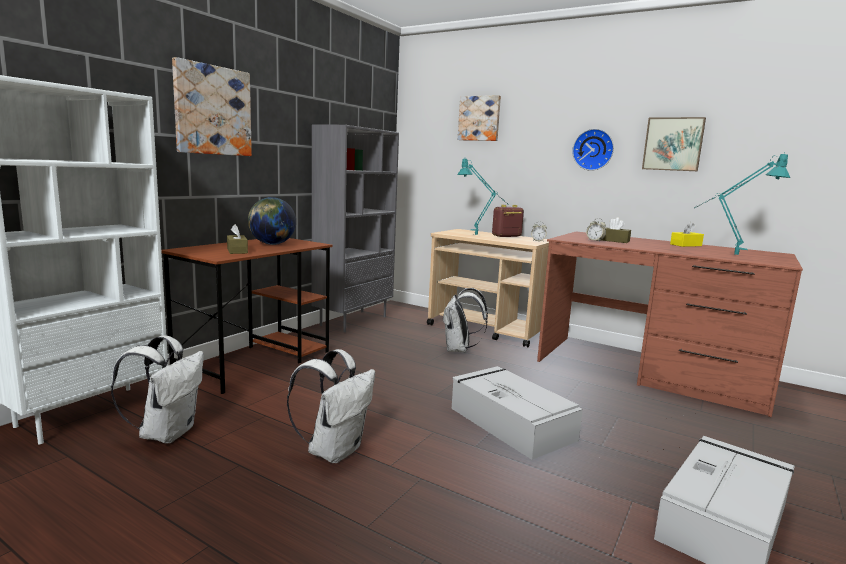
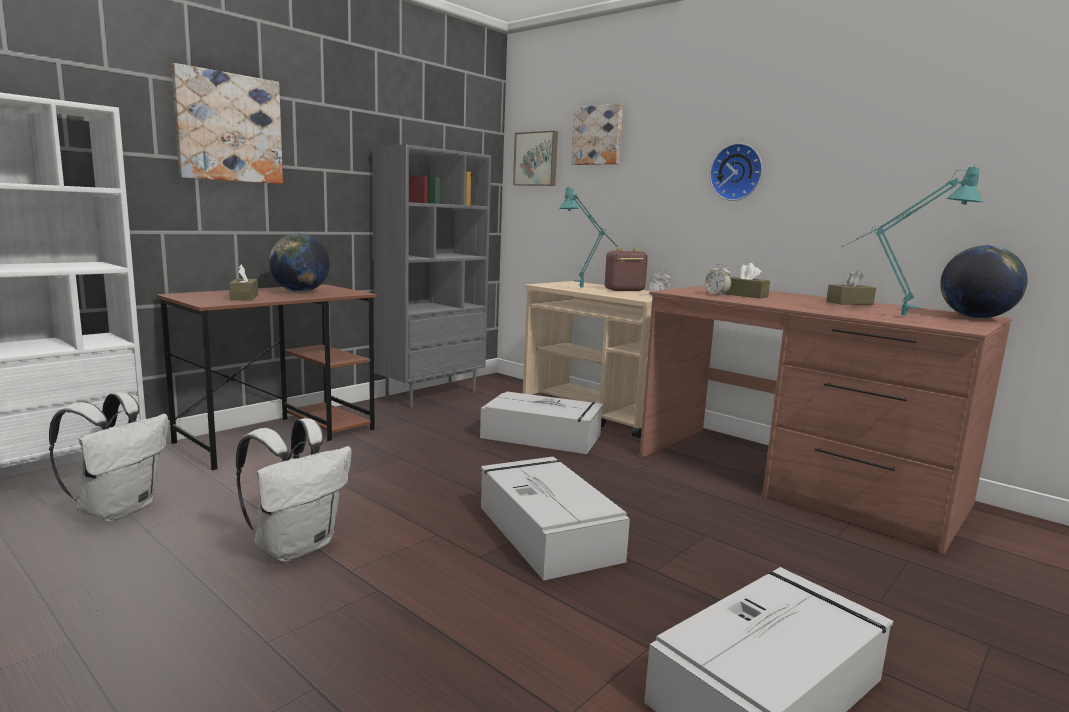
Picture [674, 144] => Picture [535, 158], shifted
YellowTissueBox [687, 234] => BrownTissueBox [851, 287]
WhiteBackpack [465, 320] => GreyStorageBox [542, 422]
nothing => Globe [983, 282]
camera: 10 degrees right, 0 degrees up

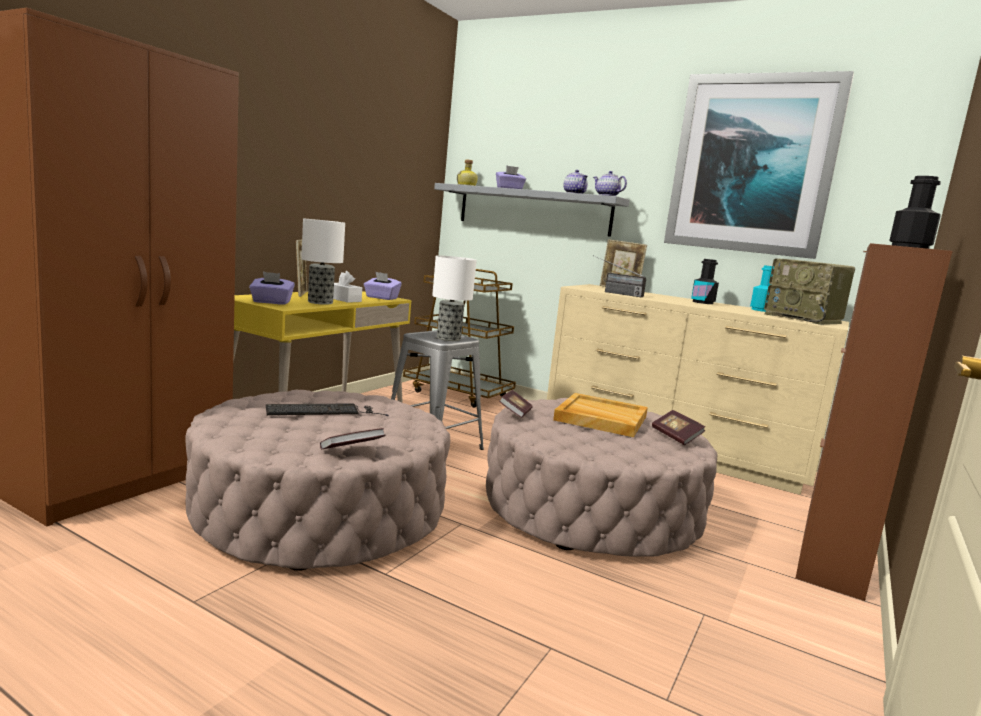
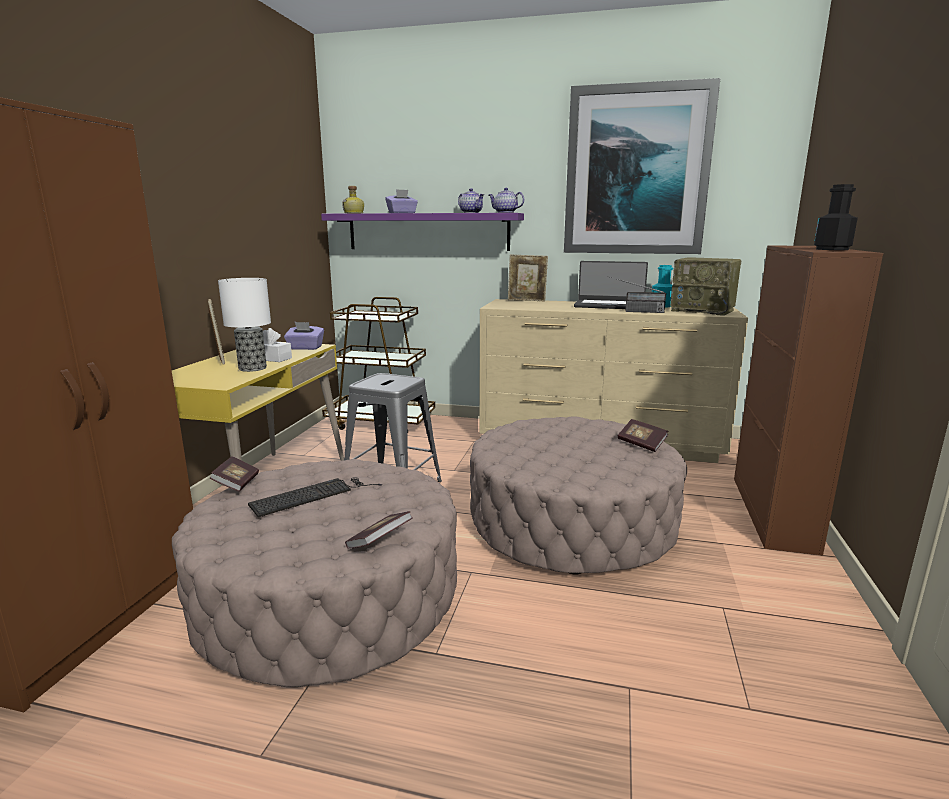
GreyShelf [532, 210] => PurpleShelf [422, 232]
TableLamp [454, 298] => nothing
Radio [620, 276] => Radio [636, 294], shifted
BlackBottle [705, 281] => Laptop [611, 285]
PurpleTissueBox [272, 288] => nothing
Book [516, 404] => Book [234, 473], shifted
BeigeTray [600, 415] => nothing
camera: 15 degrees left, 5 degrees up

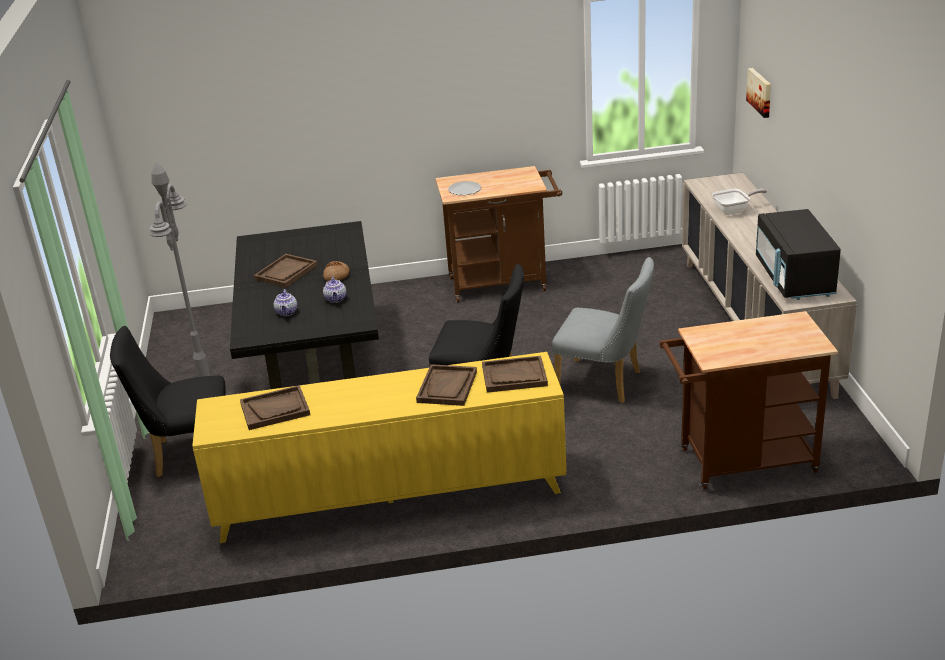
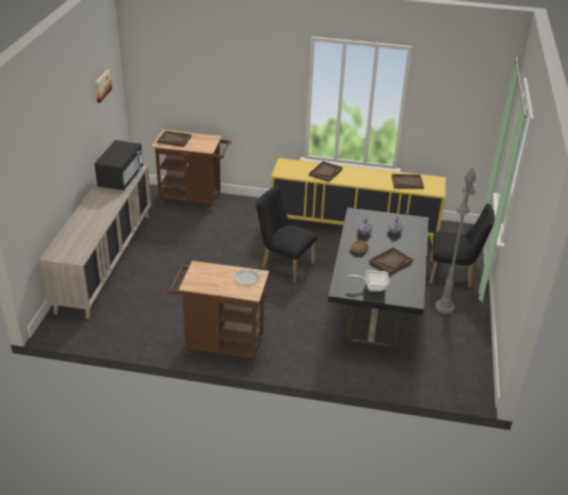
Picture [758, 93] => Picture [103, 86], shifted
FryingPan [739, 202] => FryingPan [368, 280], shifted
GreyChair [602, 330] => nothing
BrownTray [515, 374] => BrownTray [174, 139], shifted
camera: 165 degrees left, 5 degrees up

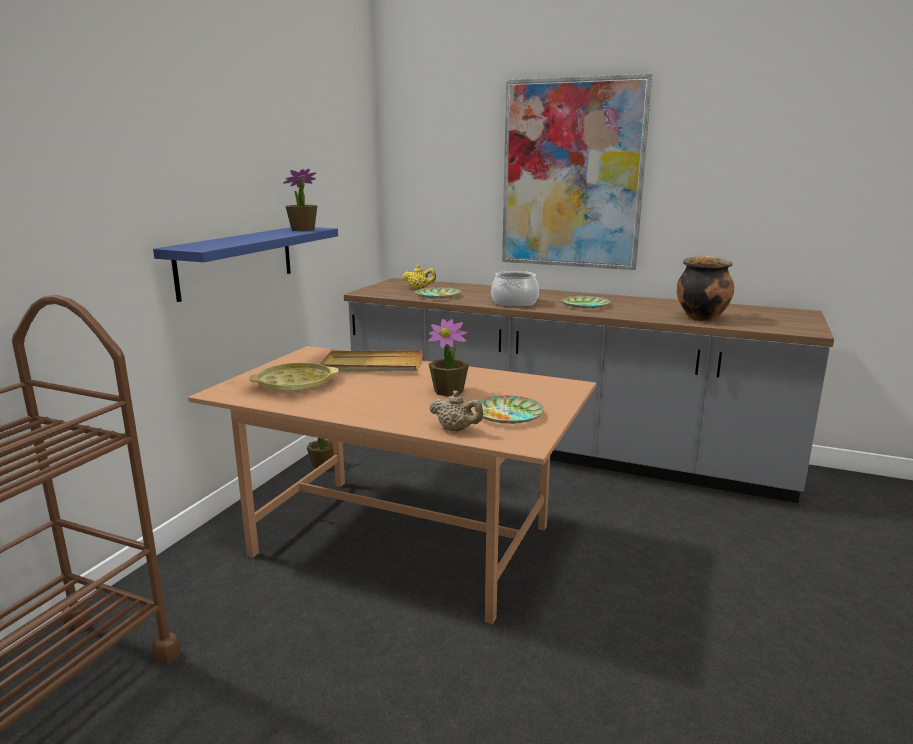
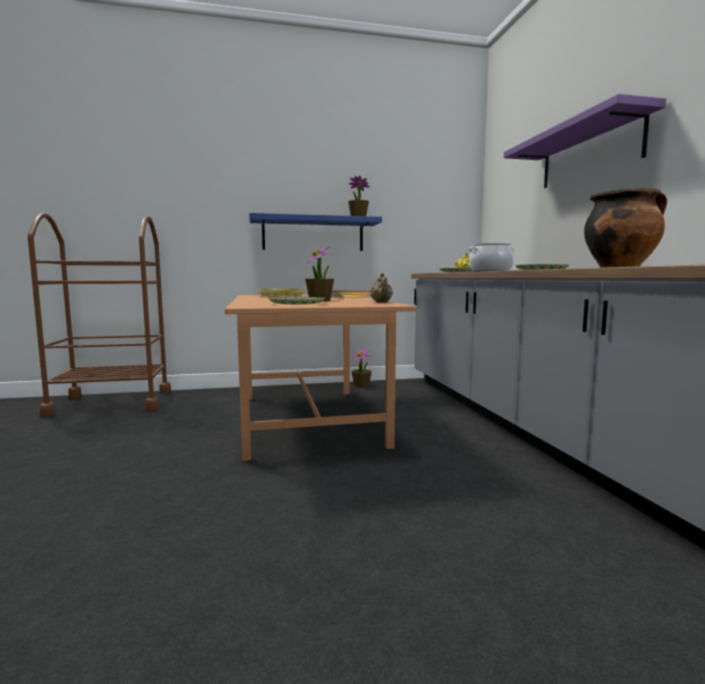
Picture [577, 172] => PurpleShelf [585, 141]
BeigeTeapot [456, 411] => BeigeTeapot [381, 288], shifted
camera: 55 degrees right, 10 degrees down

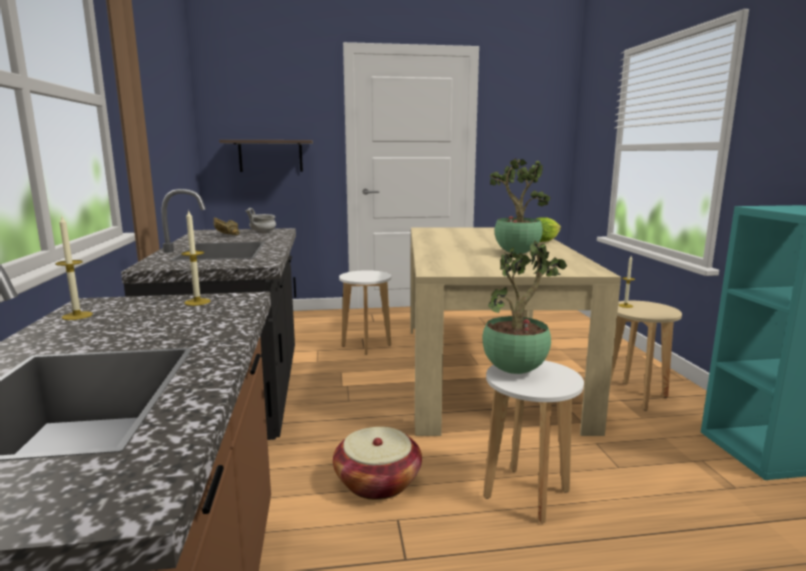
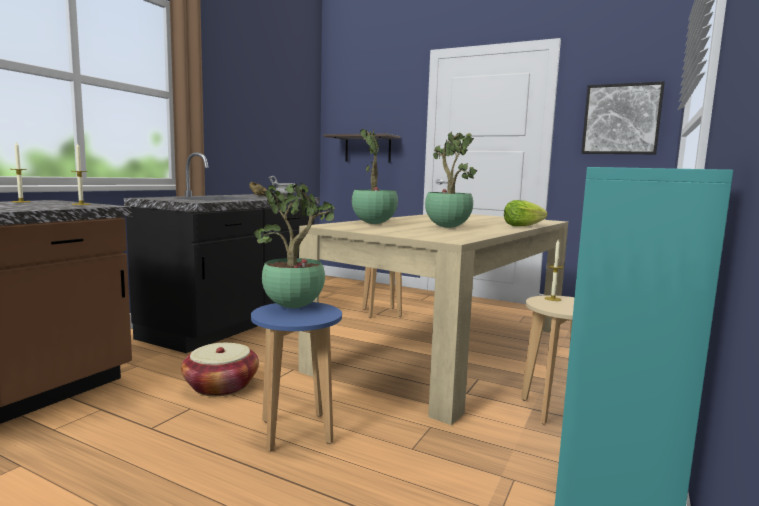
WhiteStool [533, 442] => BlueStool [296, 377]
nothing => Picture [623, 117]
nothing => PottedPlant [375, 176]
camera: 35 degrees right, 5 degrees down

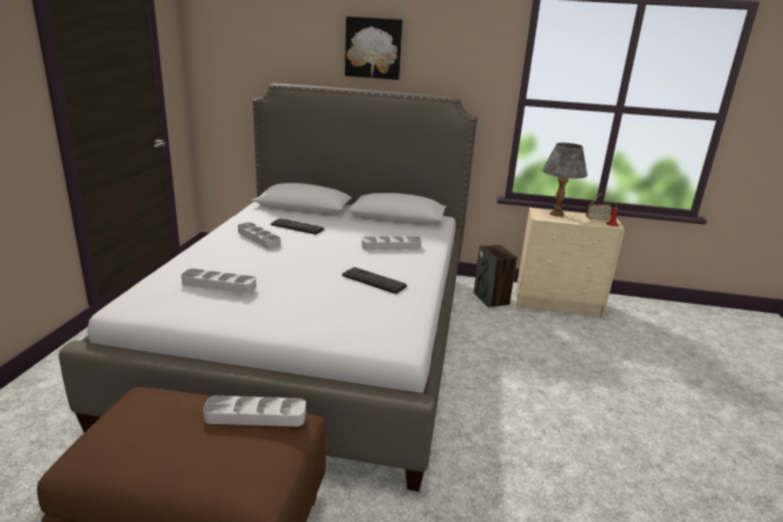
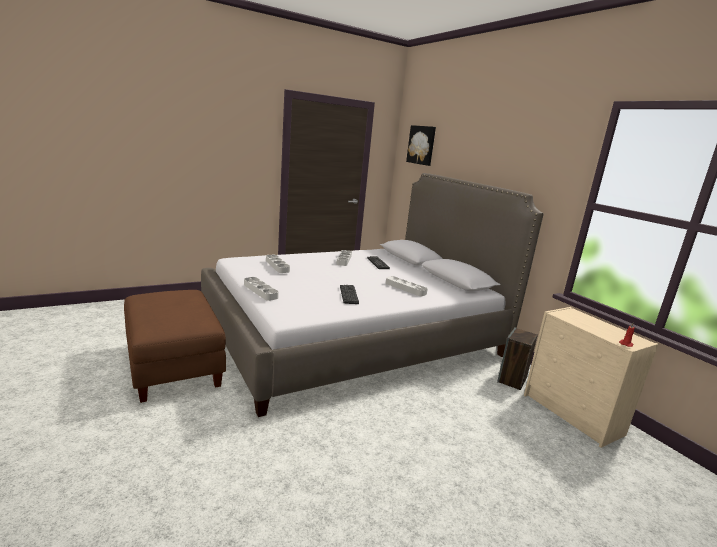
Picture [374, 48] => Picture [421, 145], shifted
GreyTableLamp [565, 180] => nothing
Radio [599, 206] => nothing
GreyTray [254, 411] => GreyTray [261, 289], shifted
camera: 50 degrees right, 5 degrees down

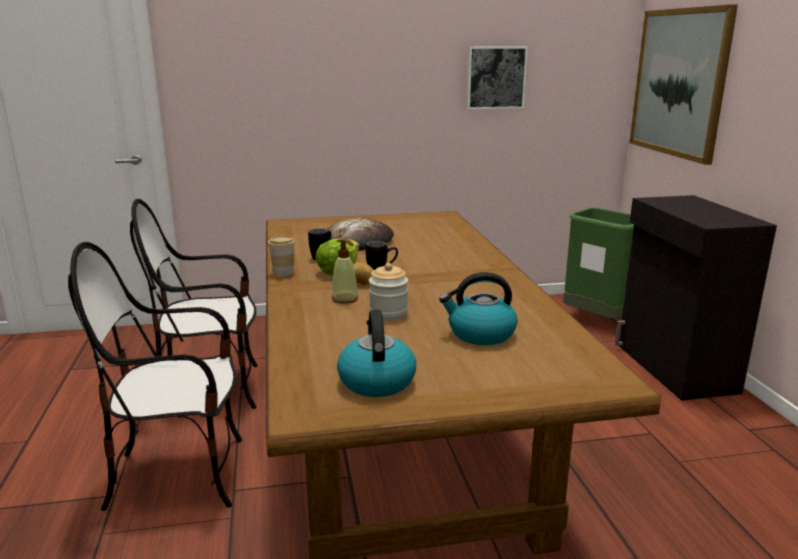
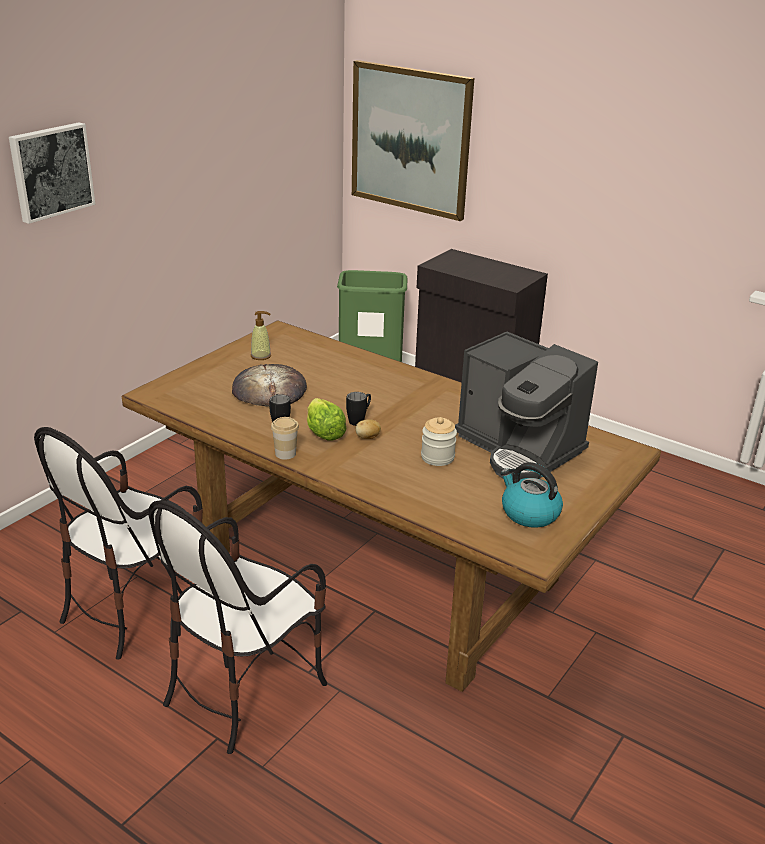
Picture [497, 77] => Picture [52, 173], shifted
SoapDispenser [345, 271] => SoapDispenser [261, 335], shifted
Kettle [478, 308] => CoffeeMachine [526, 405]
camera: 45 degrees left, 10 degrees up

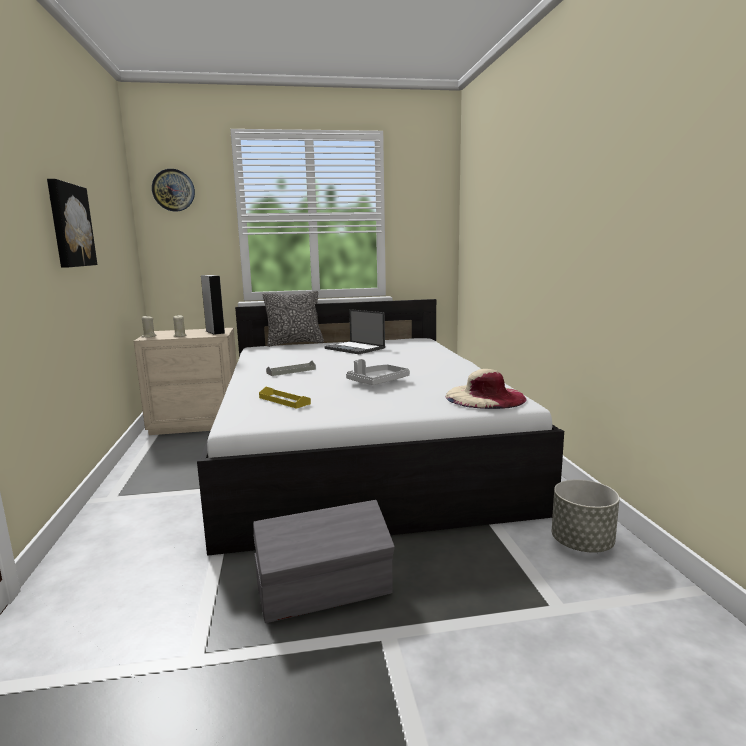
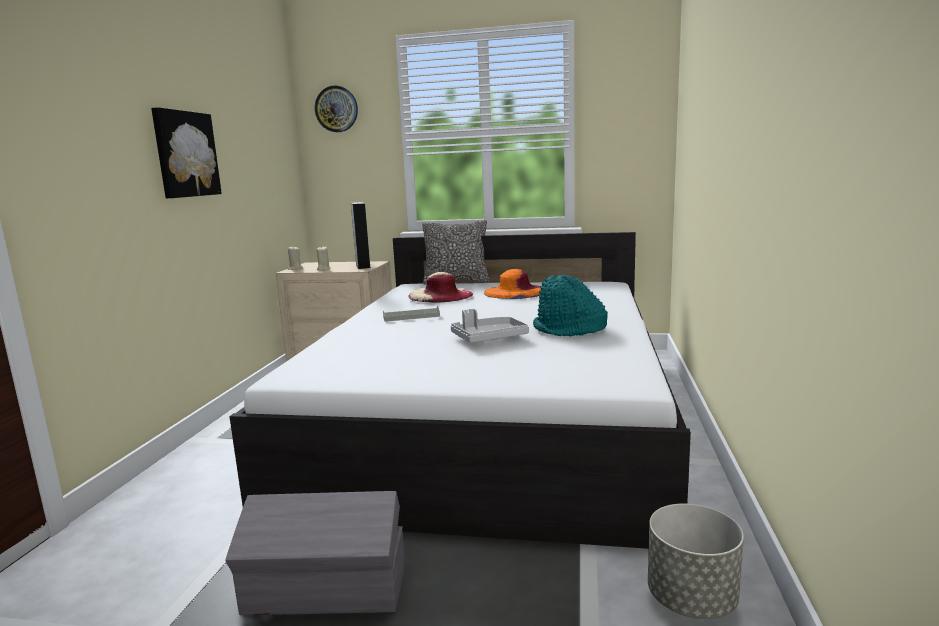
Laptop [354, 331] => OrangeHat [512, 284]
BeigeHat [486, 389] => BeigeHat [440, 287], shifted
YellowTray [285, 398] => nothing
nothing => TurquoiseHat [570, 305]
camera: 20 degrees right, 0 degrees up

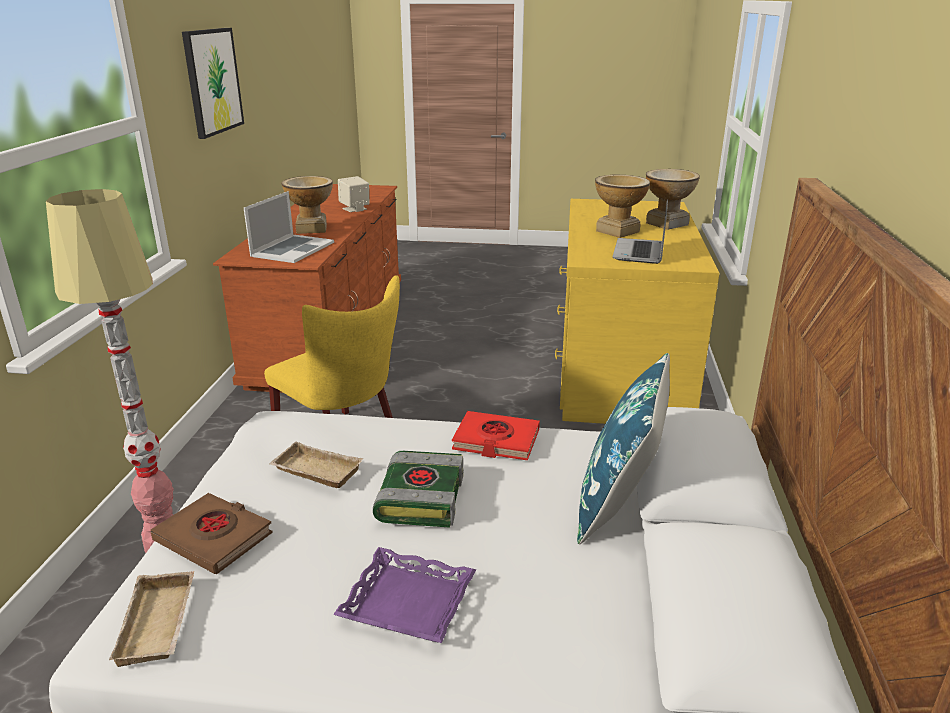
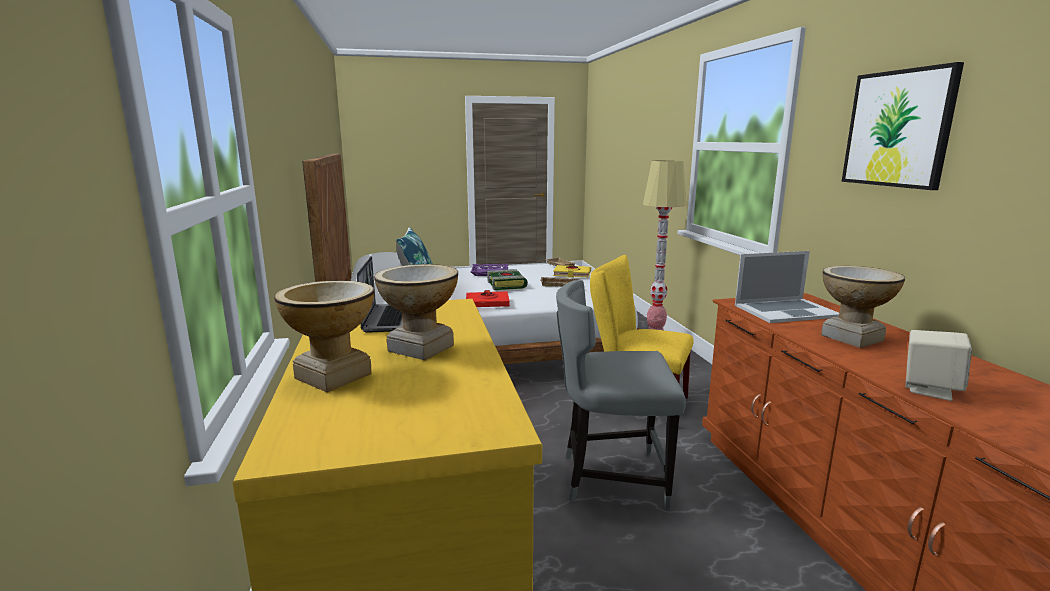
Laptop [289, 227] => Laptop [787, 287], 105 degrees counterclockwise
BrownBook [212, 533] => YellowBook [572, 271]
nothing => GreyChair [621, 395]
camera: 160 degrees right, 10 degrees down

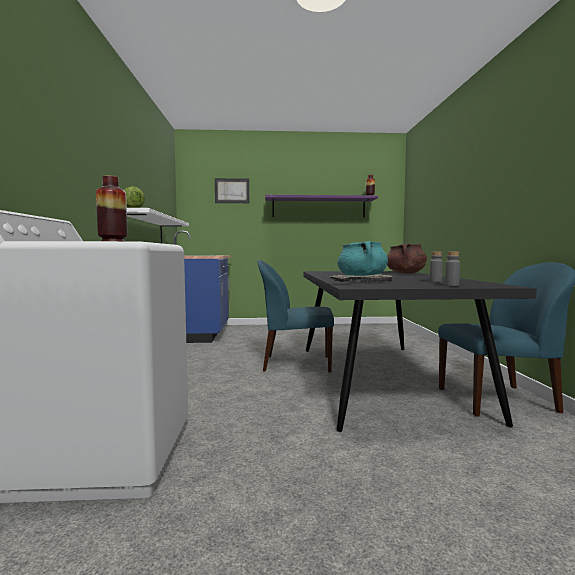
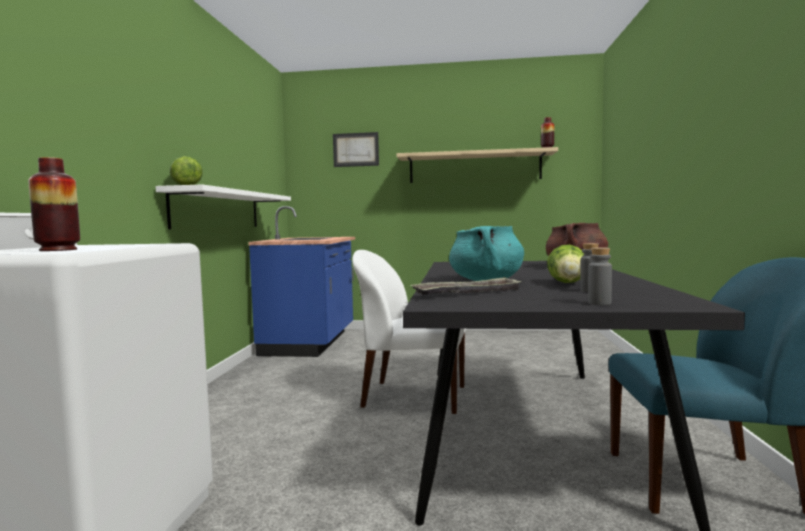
PurpleShelf [321, 206] => BeigeShelf [477, 165]
BlueChair [295, 316] => WhiteChair [409, 332]
nothing => Lettuce [565, 264]
camera: 10 degrees right, 0 degrees up

